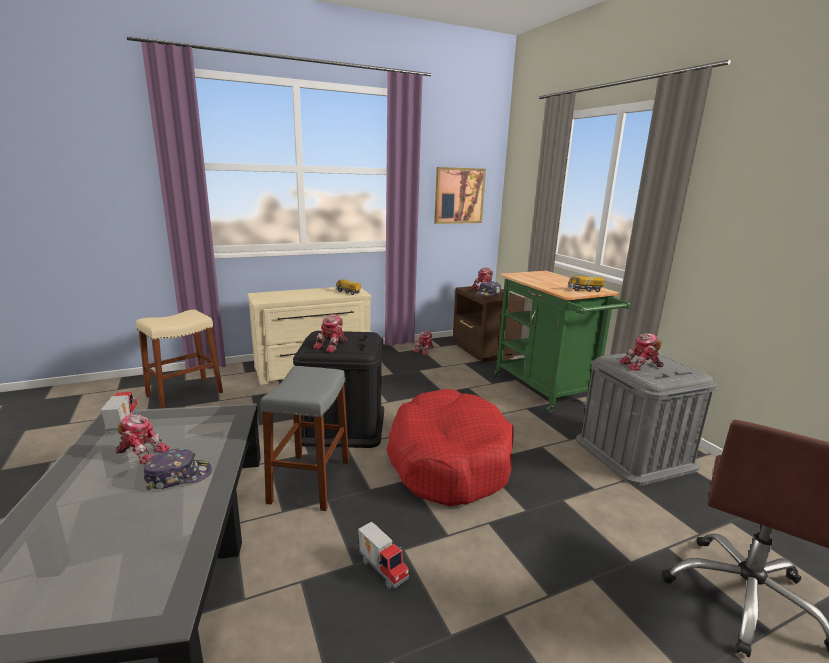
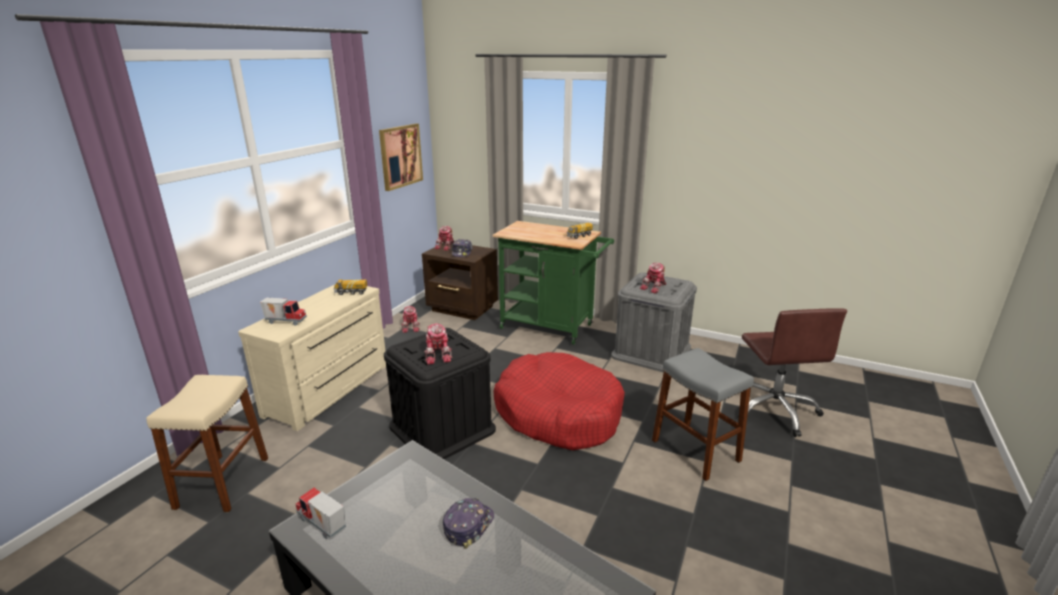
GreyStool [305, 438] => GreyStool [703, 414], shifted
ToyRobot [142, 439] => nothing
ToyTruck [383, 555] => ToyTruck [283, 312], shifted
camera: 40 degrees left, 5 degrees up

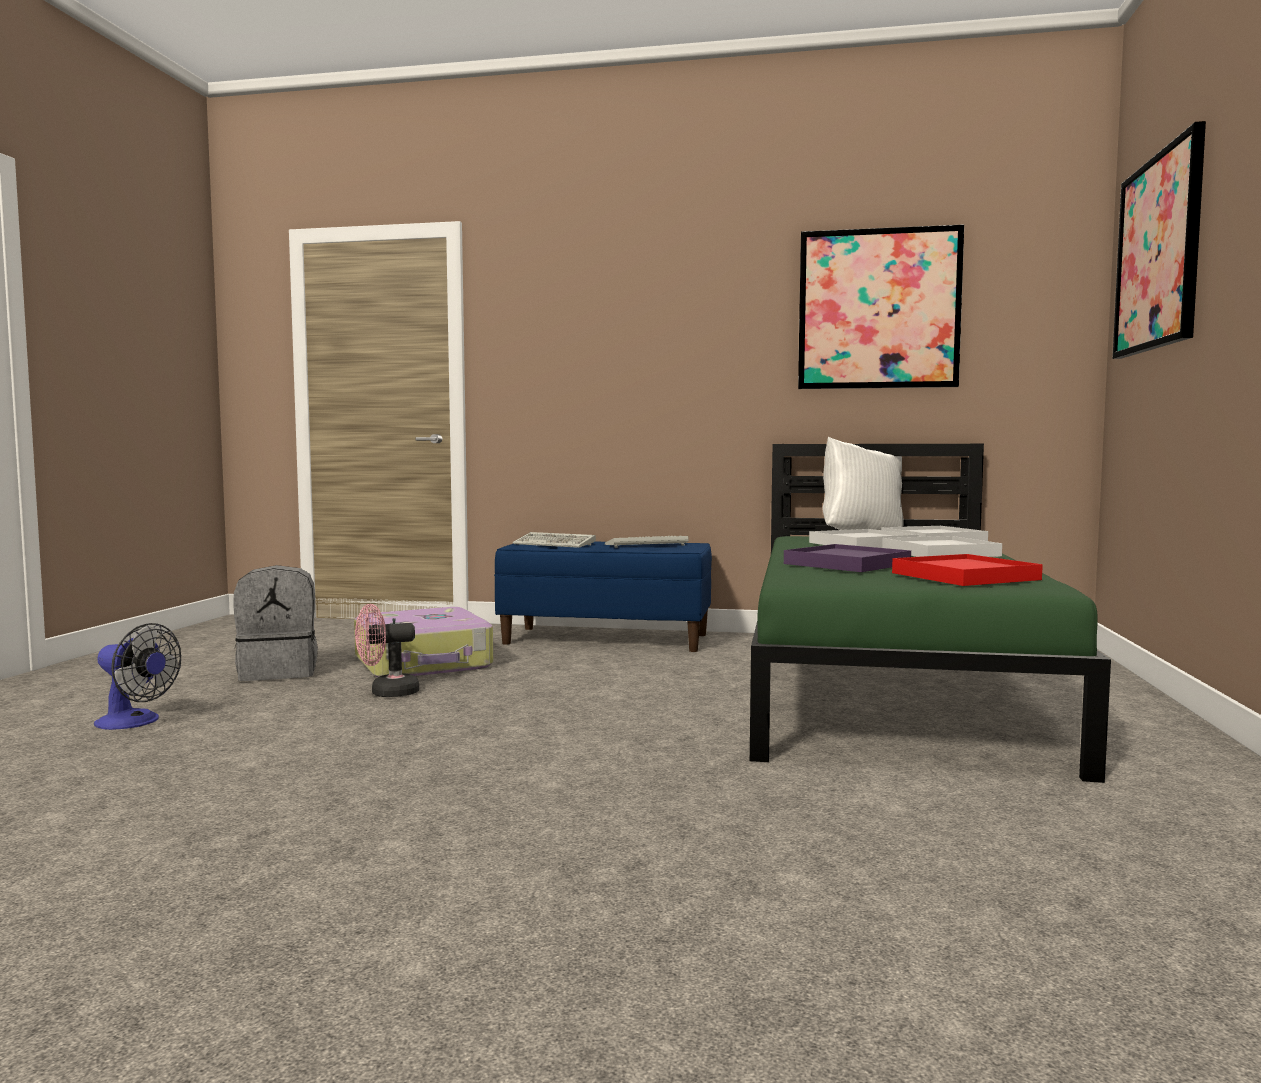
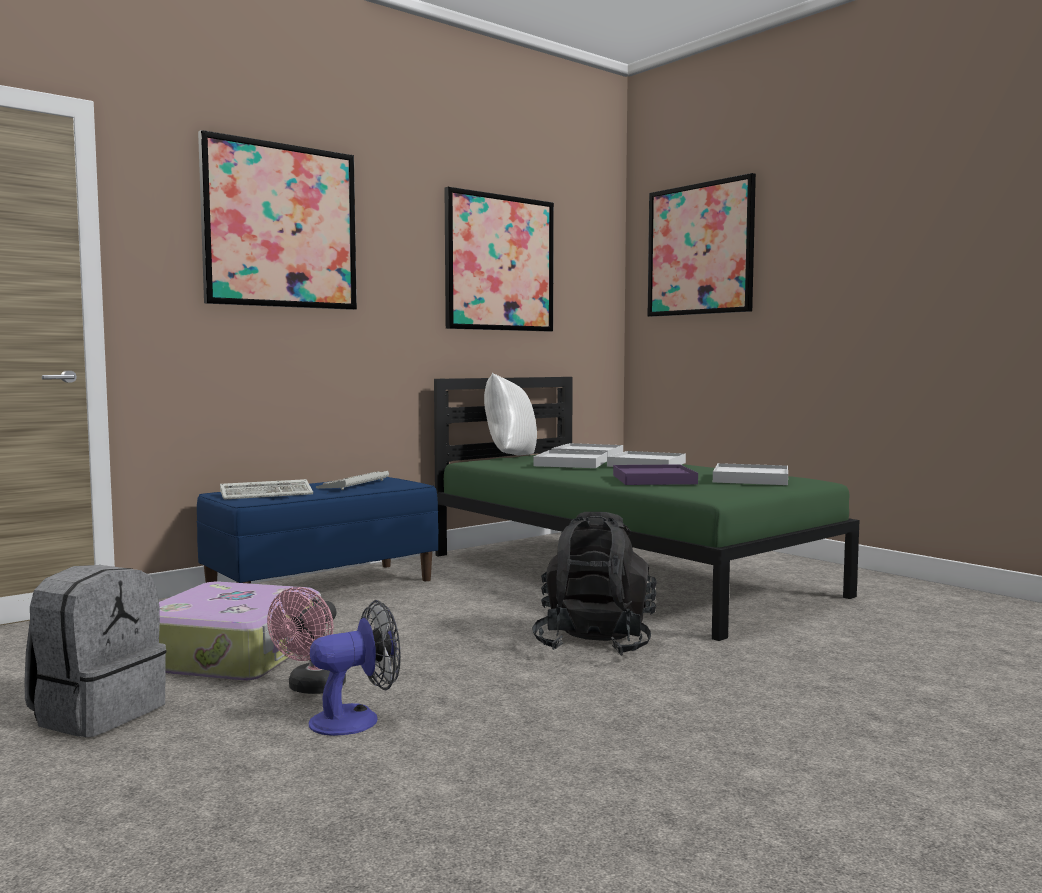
RedTray [967, 570] => WhiteTray [750, 474]
Fan [137, 676] => Fan [355, 668], shifted
nothing => Picture [277, 220]
nothing => BlackBackpack [594, 584]
camera: 50 degrees left, 0 degrees up

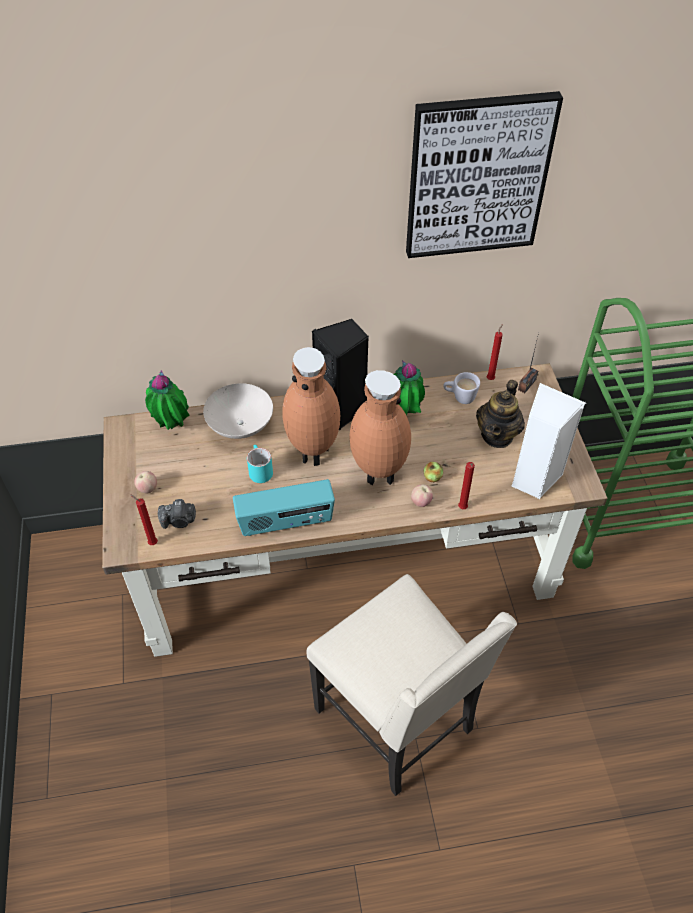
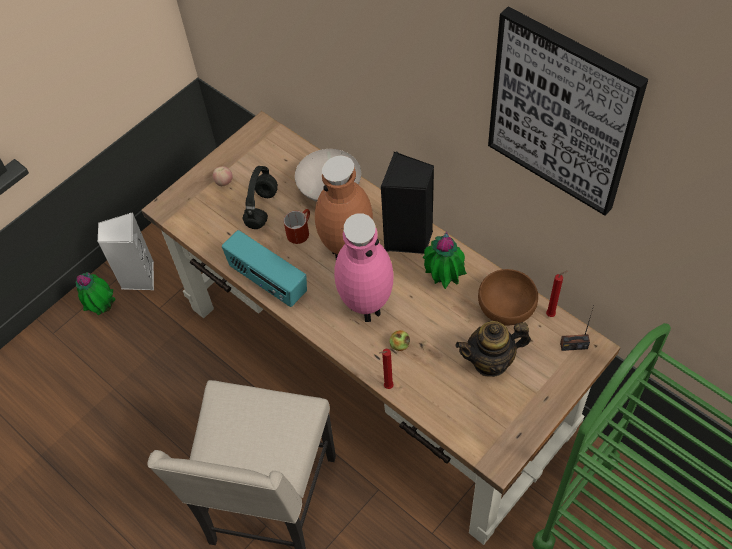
PottedPlant [167, 400] => PottedPlant [95, 293], shifted
BrownVase [380, 427] => PinkVase [363, 267]
WhiteMug [462, 388] => BrownBowl [508, 297]
WhiteSpeaker [549, 441] => WhiteSpeaker [126, 251], shifted
TurquoiseMug [260, 464] => RedMug [297, 226]
Apple [422, 495] => nothing
RedCandle [144, 519] => nothing
PhotoCamera [177, 514] => nothing
nothing => BlackHeadphones [260, 197]
camera: 55 degrees right, 5 degrees up

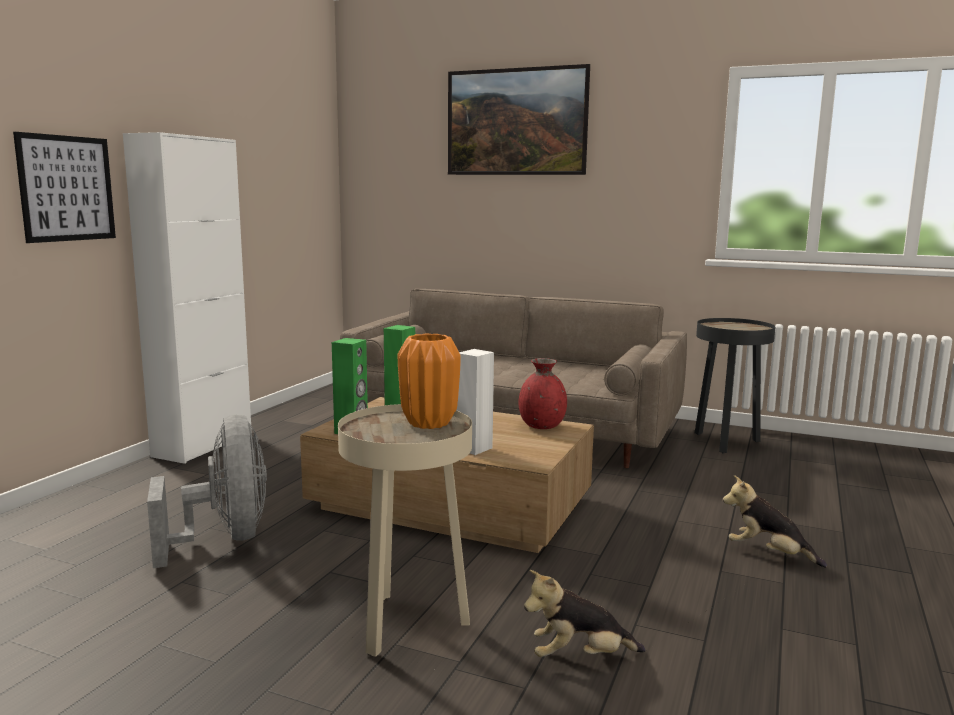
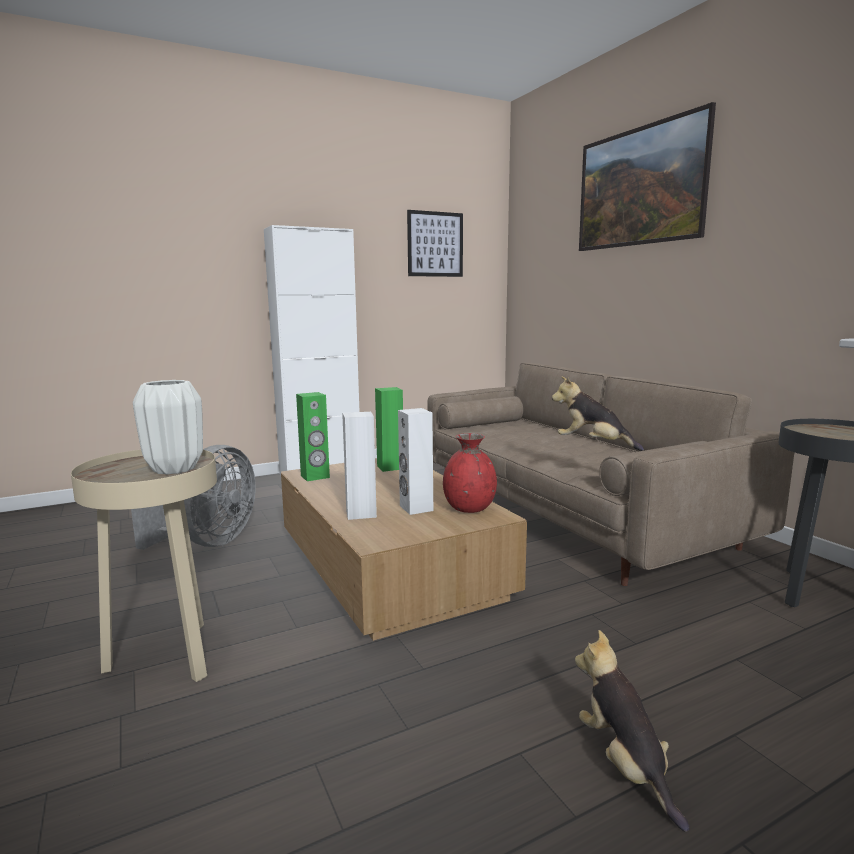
Picture [64, 187] => Picture [435, 243], shifted
OrangeVase [429, 381] => WhiteVase [168, 427]
PlushToy [585, 613] => PlushToy [598, 414], shifted
nothing => WhiteSpeaker [415, 461]
camera: 40 degrees right, 0 degrees up

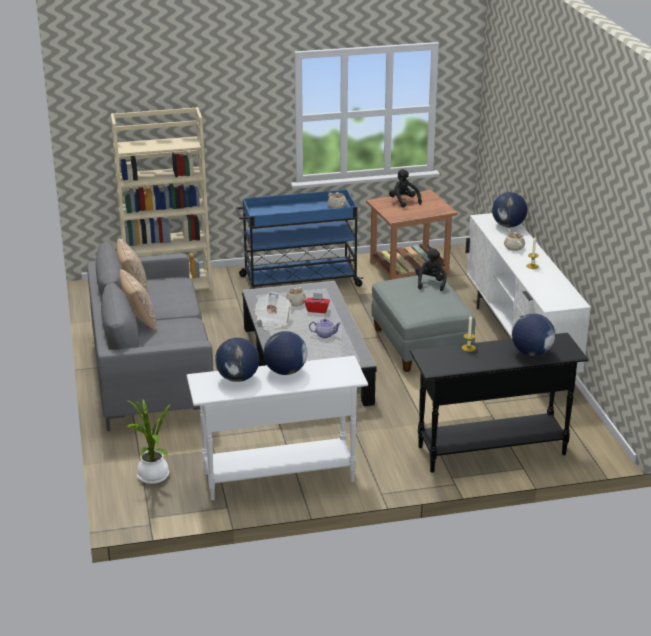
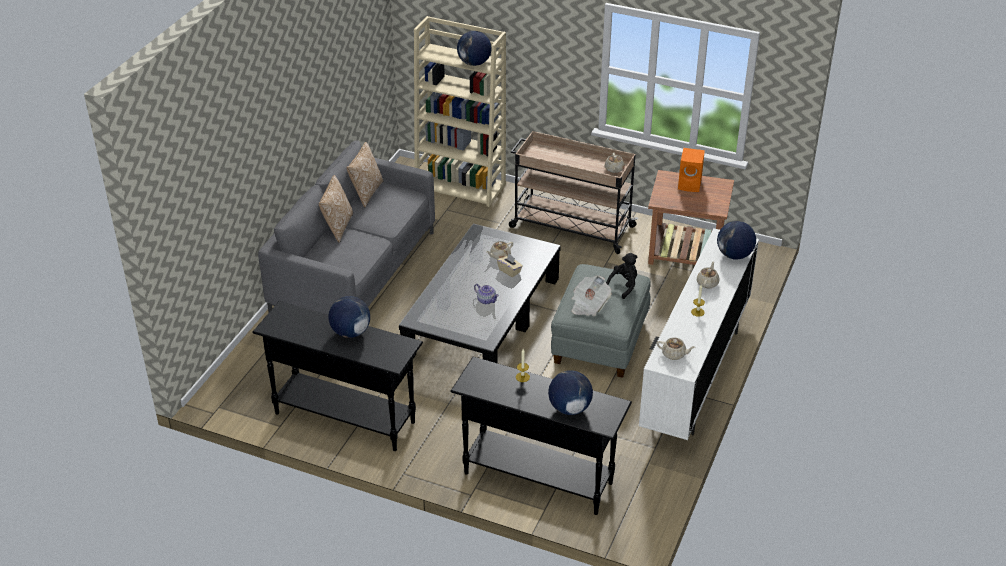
BlackPlushToy [405, 188] => OrangeSpeaker [691, 170]
BlueCart [300, 239] => BeigeCart [573, 192]
Newspaper [273, 311] => Newspaper [591, 296], shifted
RedTissueBox [317, 303] => BeigeTissueBox [510, 265]
Globe [237, 360] => Globe [474, 48], shifted
WhiteConsoleTable [277, 428] => BlackConsoleTable [338, 376]
PottedPlant [148, 441] => nothing
nothing => BeigeTeapot [676, 348]
camera: 35 degrees right, 10 degrees up

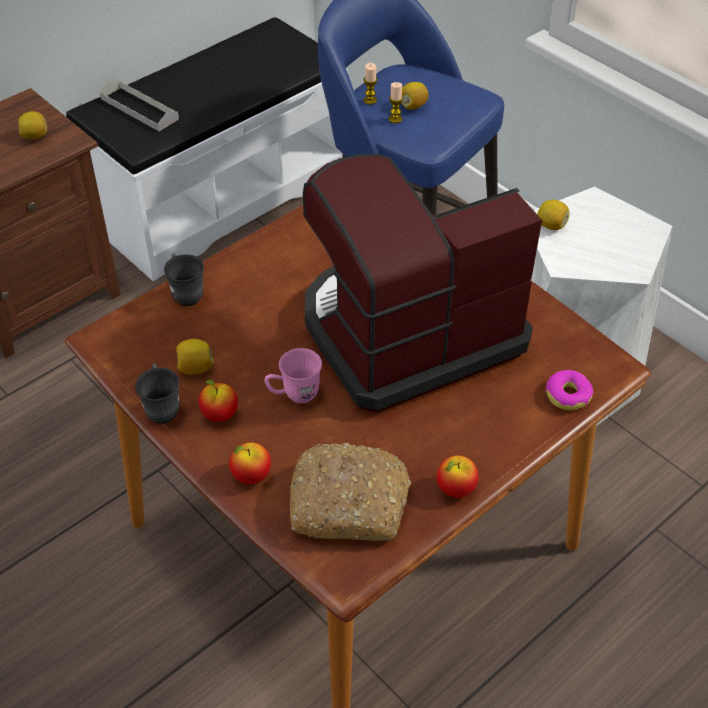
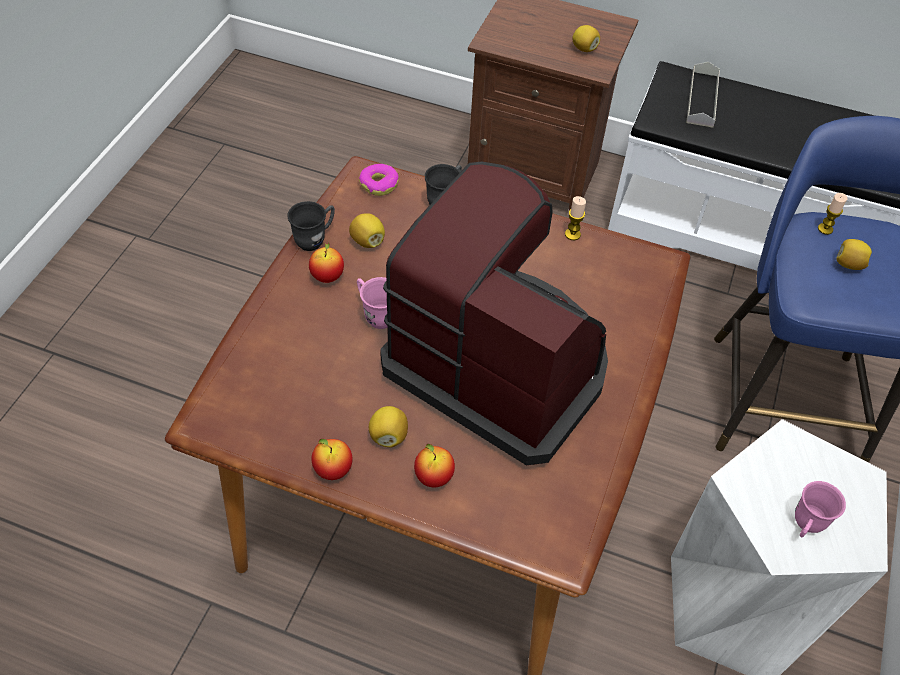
Candle [396, 102] => Candle [575, 218], shifted
Lemon [553, 215] => Lemon [388, 426], shifted
Donut [569, 390] => Donut [379, 180], shifted
Apple [250, 463] => Apple [434, 465], shifted
Bread [350, 492] => nothing
nothing => PinkMug [820, 509]
camera: 60 degrees right, 5 degrees up

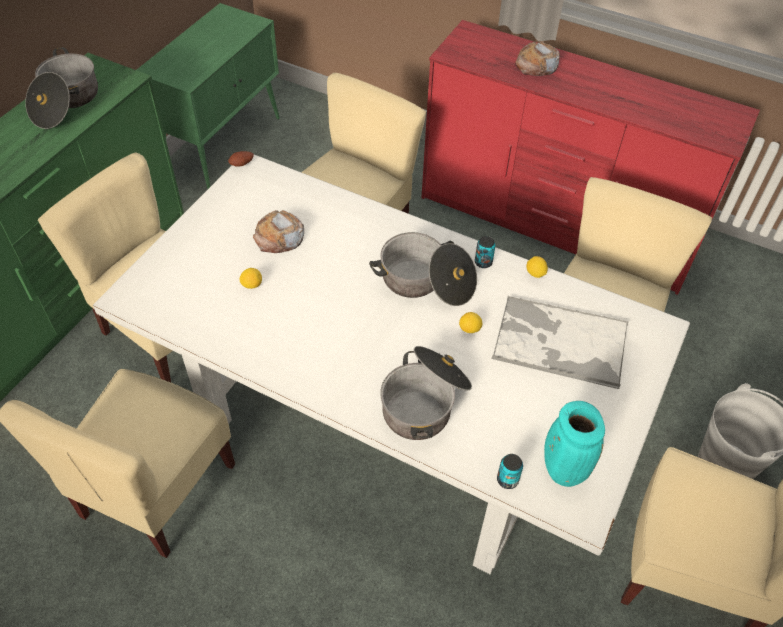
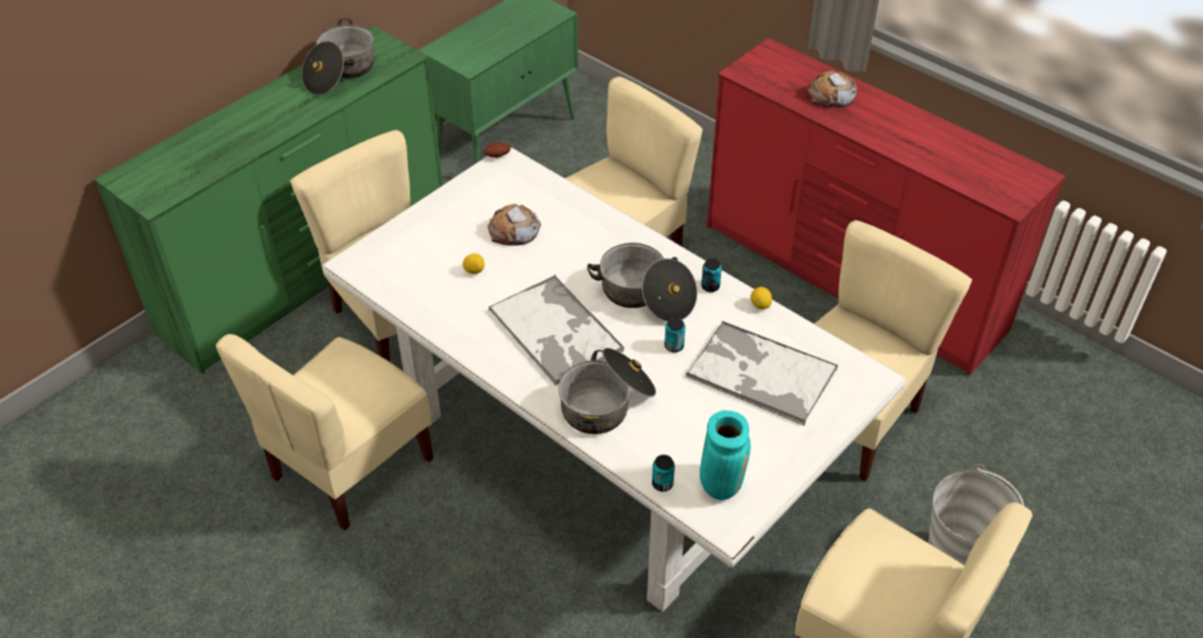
Lemon [471, 322] => Can [674, 335]
nothing => Tray [556, 330]
camera: 15 degrees right, 5 degrees down

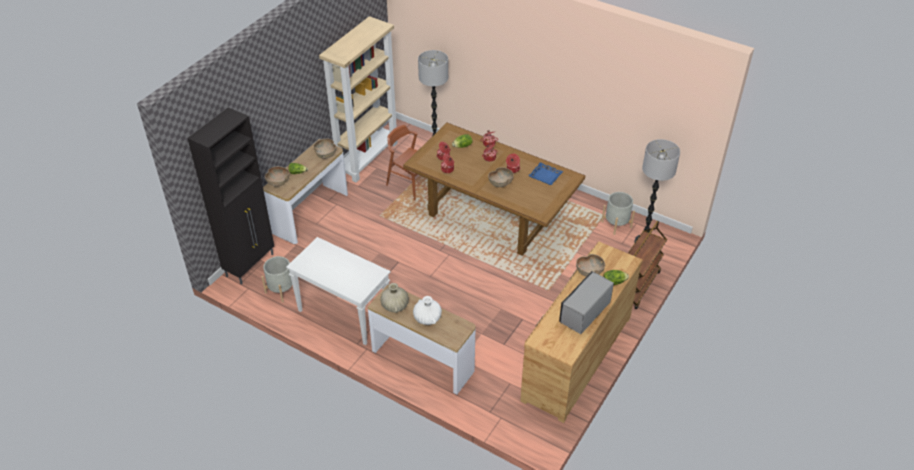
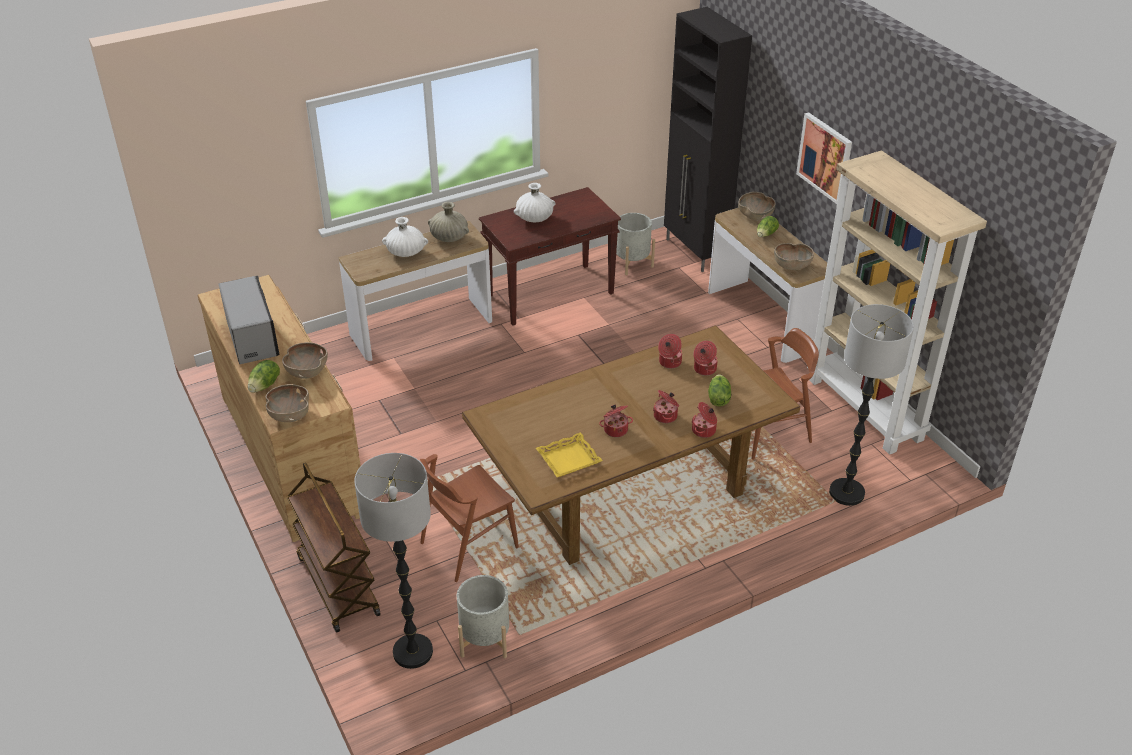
BlueTray [545, 173] => YellowTray [569, 454]
BrownBowl [501, 177] => BrownBowl [287, 403], shifted
WhiteConsoleTable [338, 291] => BrownConsoleTable [550, 256]
nothing => Picture [824, 158]
nothing => WhiteVase [535, 202]
nothing => BrownChair [469, 518]
camera: 120 degrees right, 5 degrees down

